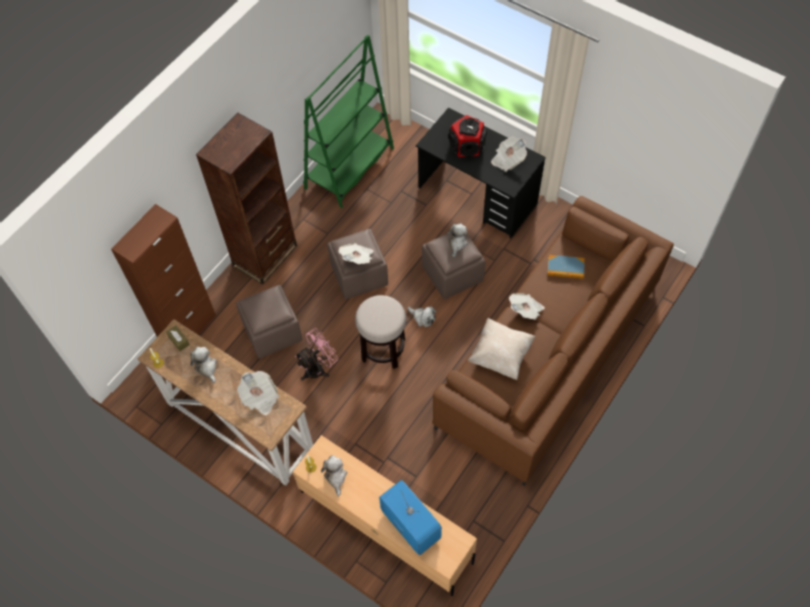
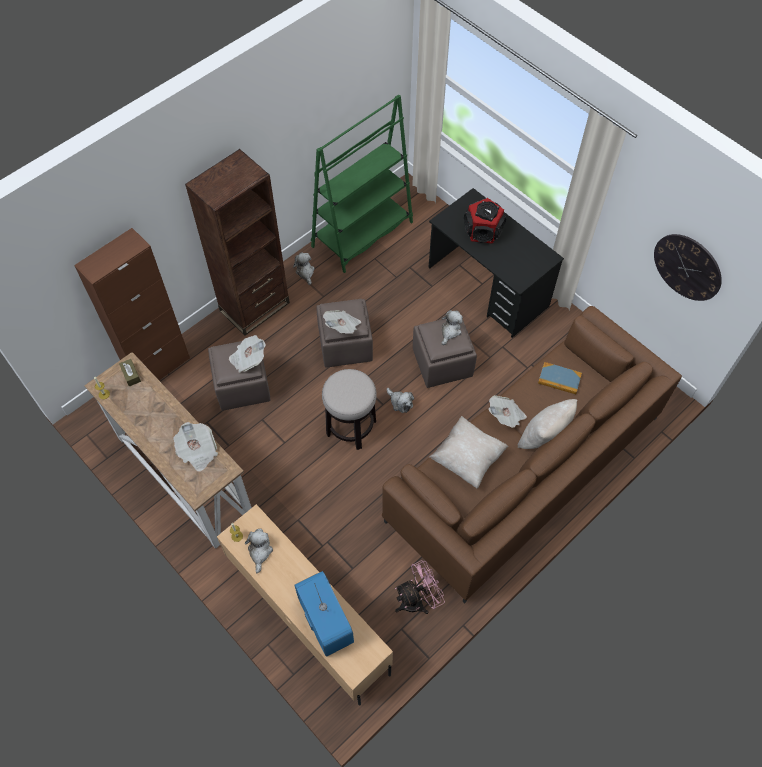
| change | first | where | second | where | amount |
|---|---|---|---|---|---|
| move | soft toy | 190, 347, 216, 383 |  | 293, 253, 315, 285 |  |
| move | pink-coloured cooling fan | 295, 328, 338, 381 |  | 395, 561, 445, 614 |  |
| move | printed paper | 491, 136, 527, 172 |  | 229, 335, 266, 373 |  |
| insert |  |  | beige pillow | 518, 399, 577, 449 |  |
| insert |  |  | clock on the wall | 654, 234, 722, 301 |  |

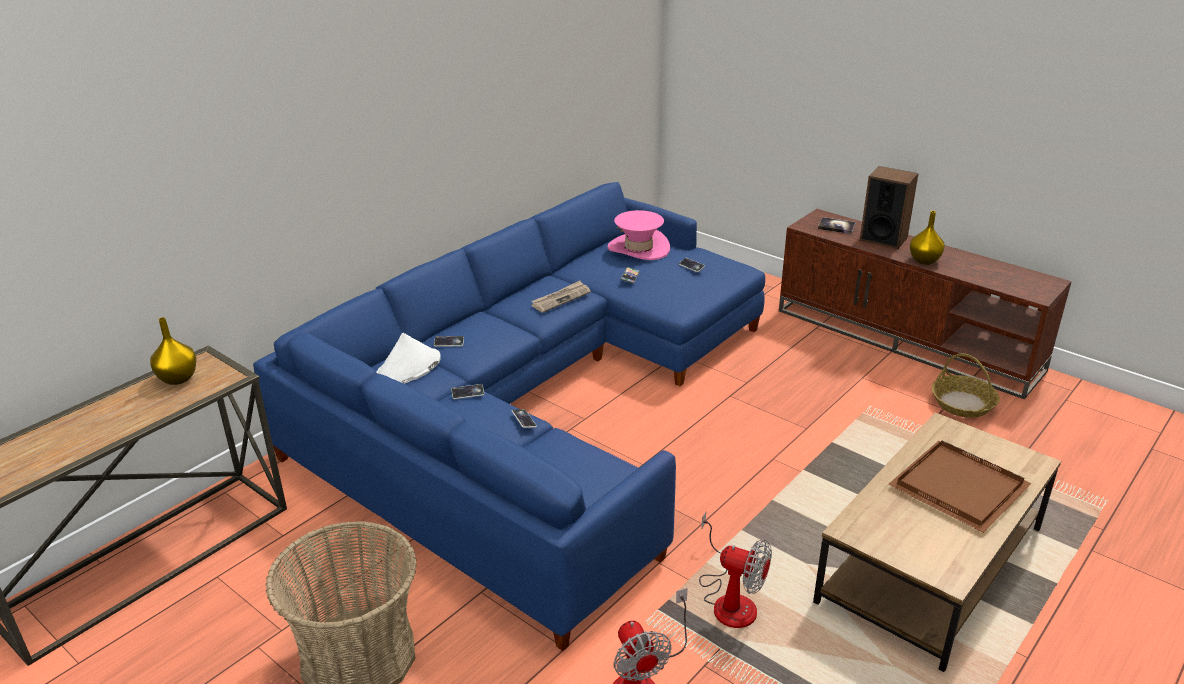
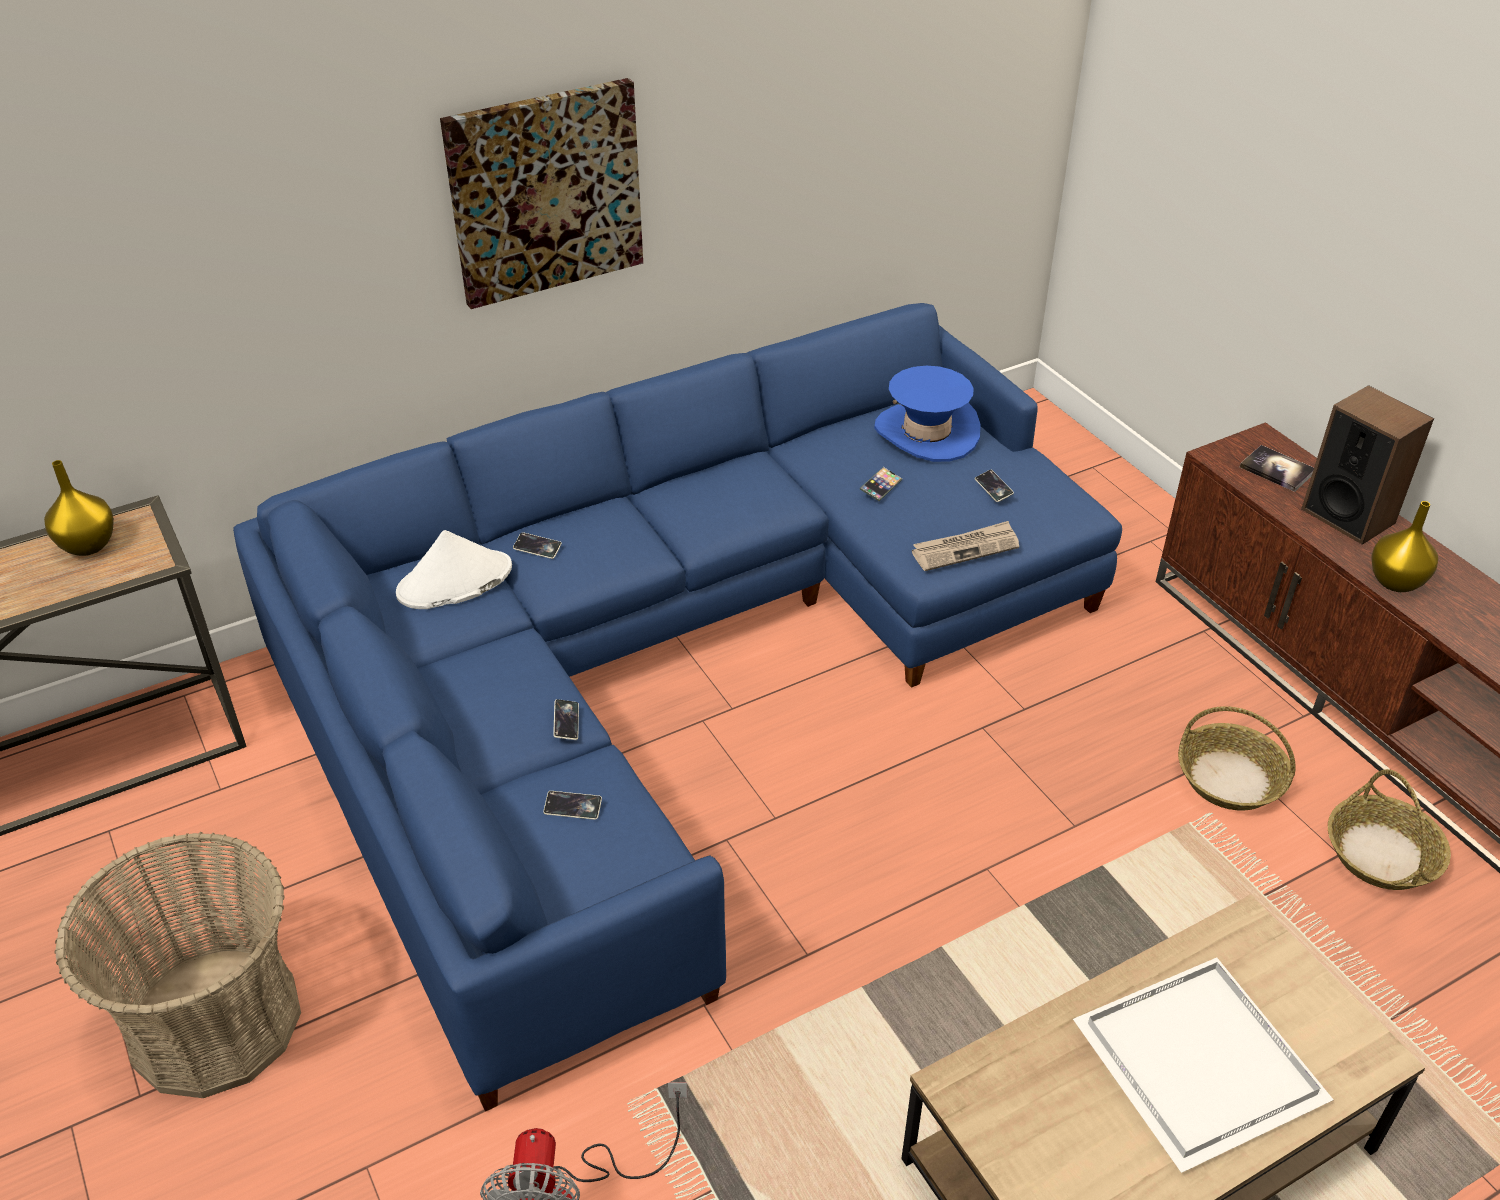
| change | first | where | second | where | amount |
|---|---|---|---|---|---|
| move | telephone | 451, 384, 484, 399 |  | 543, 791, 602, 820 |  |
| move | printed paper | 531, 281, 591, 313 |  | 912, 521, 1019, 571 |  |
| recolor | pink-coloured wearable hat | 607, 210, 670, 260 | blue-coloured wearable hat | 874, 366, 981, 462 |  |
| delete | cooling fan | 699, 512, 772, 628 |  |  |  |
| recolor | brown-coloured carrying tray | 888, 440, 1032, 533 | whitish carrying tray | 1073, 958, 1334, 1173 |  |
| insert |  |  | wall picture | 440, 78, 643, 309 |  |
| insert |  |  | storage basket | 1178, 706, 1296, 811 |  |

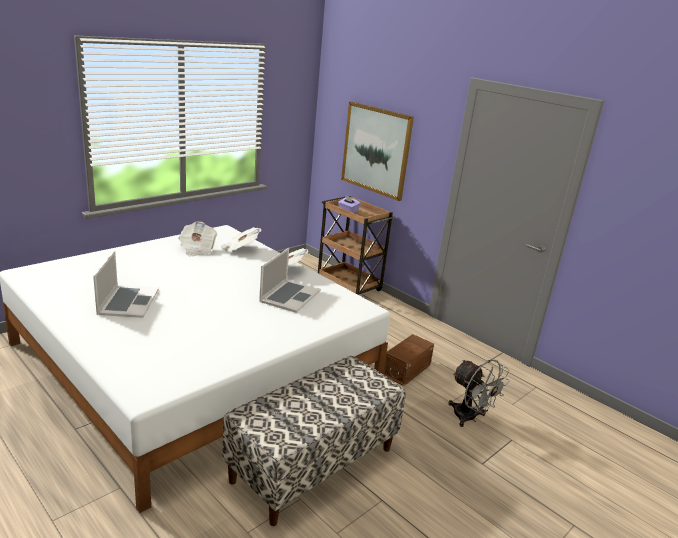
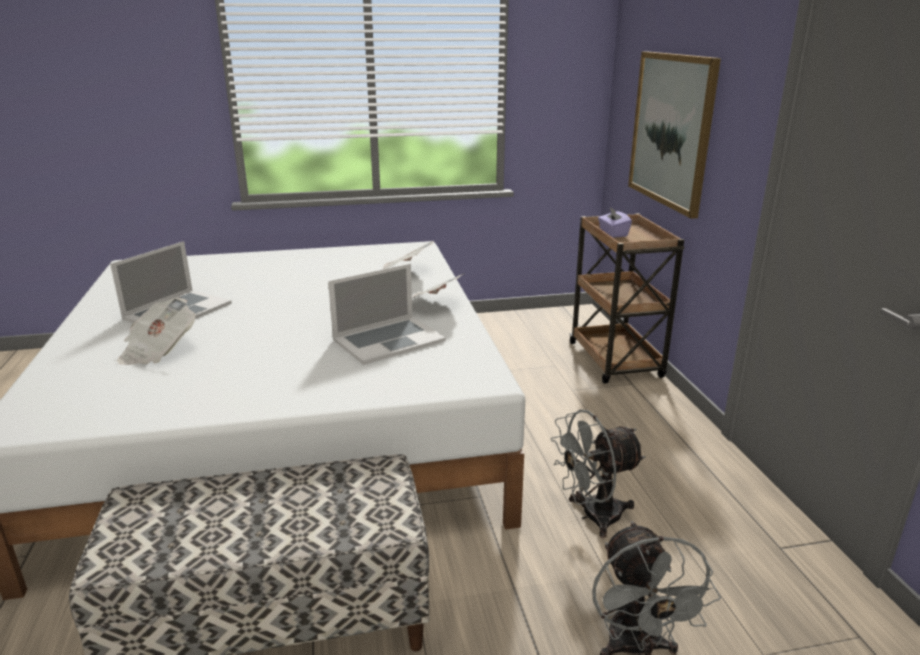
| change | first | where | second | where | amount |
|---|---|---|---|---|---|
| move | printed paper | 179, 222, 217, 257 |  | 117, 298, 195, 365 |  |
| replace | brown-coloured storage box | 383, 334, 434, 386 | grey cooling fan | 550, 410, 645, 538 |  |

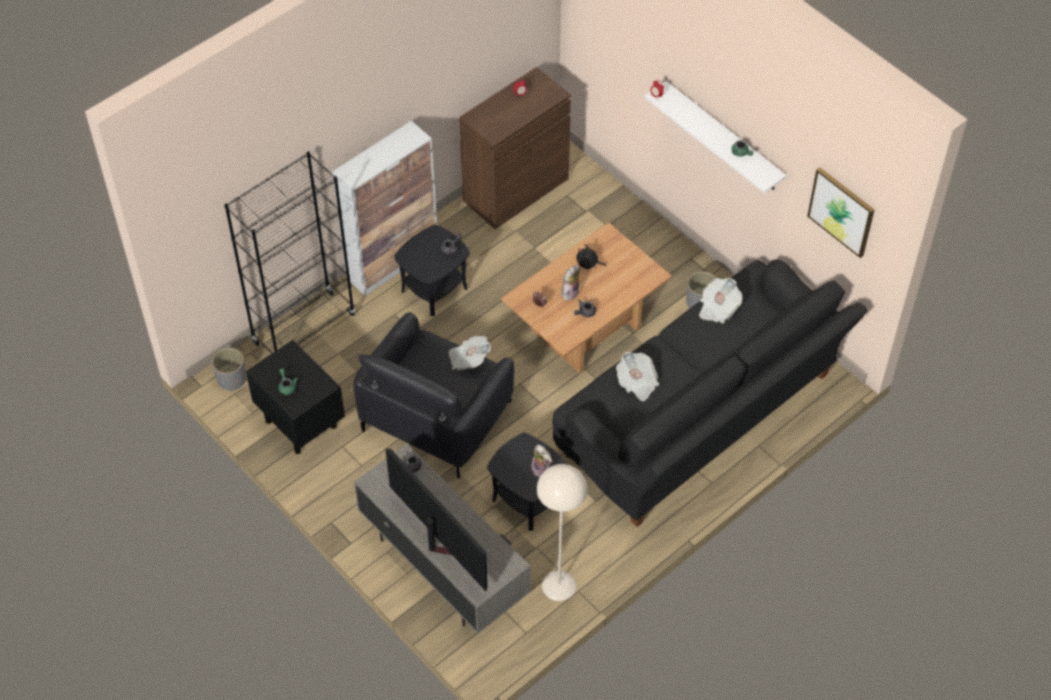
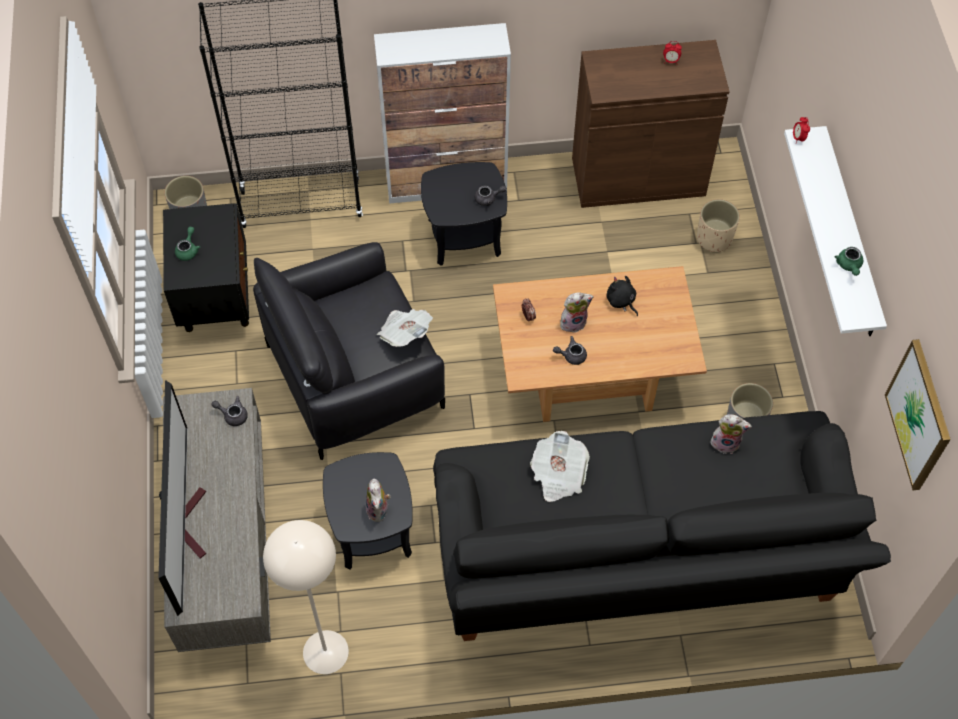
| change | first | where | second | where | amount |
|---|---|---|---|---|---|
| replace | printed paper | 699, 278, 742, 323 | soft toy | 711, 414, 752, 454 |  |
| insert |  |  | beige plant pot | 697, 199, 740, 253 |  |

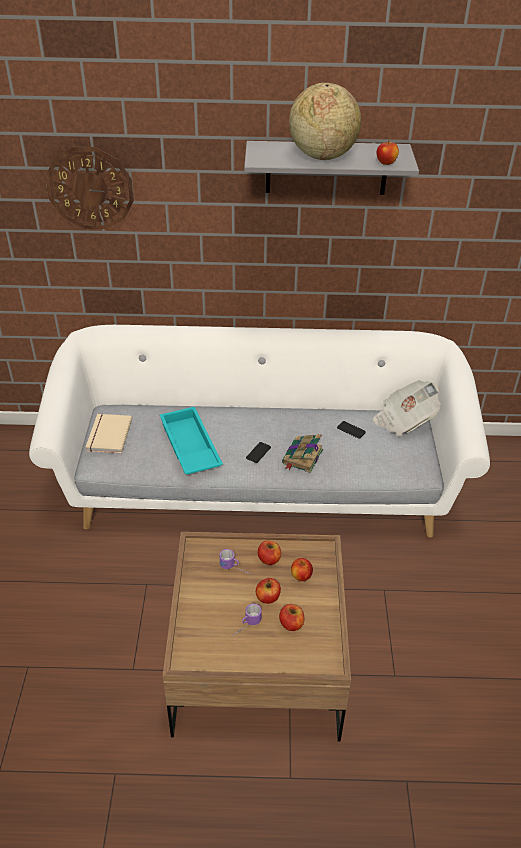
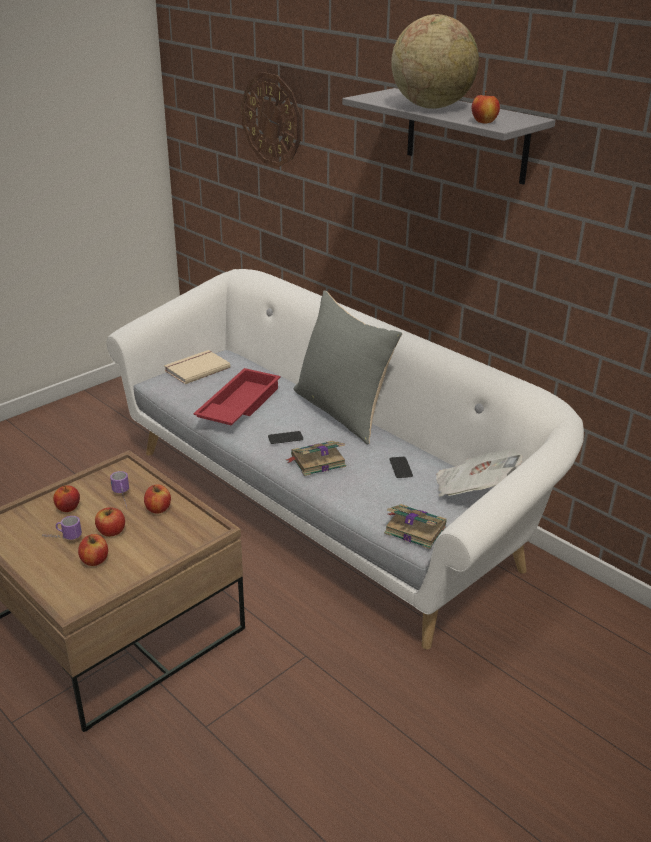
| change | first | where | second | where | amount |
|---|---|---|---|---|---|
| recolor | blue-green carrying tray | 160, 407, 223, 474 | red-coloured carrying tray | 193, 368, 281, 426 |  |
| move | whole apple | 291, 558, 313, 581 |  | 53, 485, 80, 512 |  |
| insert |  |  | grey pillow | 294, 290, 402, 444 |  |
| insert |  |  | book | 384, 504, 446, 549 |  |

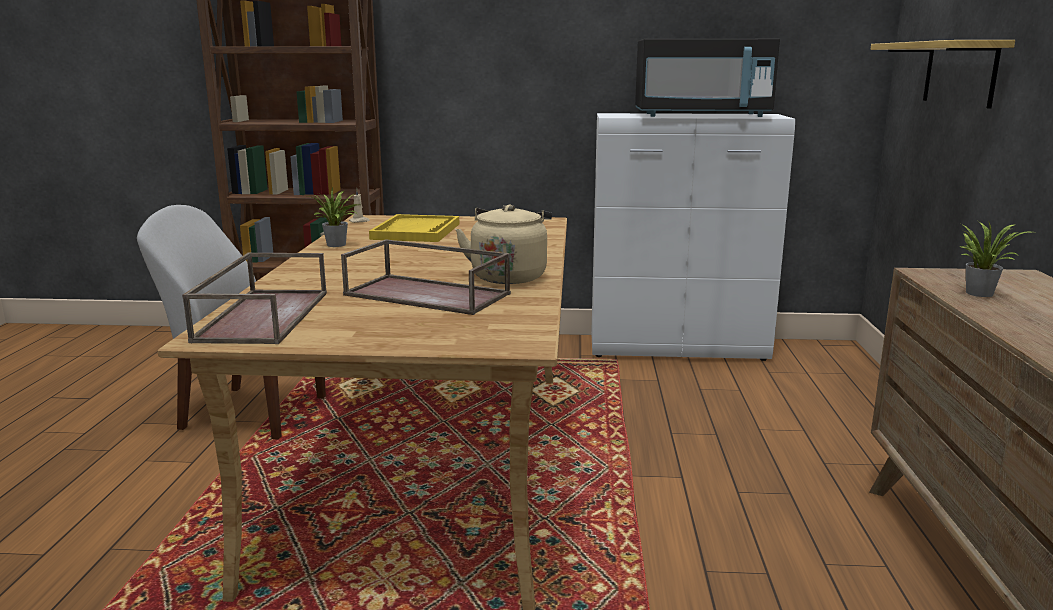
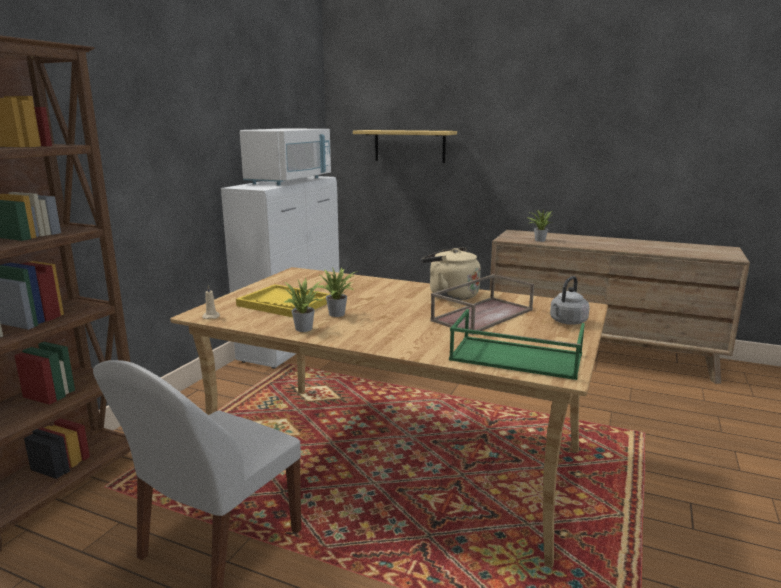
| change | first | where | second | where | amount |
|---|---|---|---|---|---|
| recolor | brown-coloured carrying tray | 182, 252, 327, 344 | greenish carrying tray | 449, 309, 585, 380 |  |
| recolor | blackish microwave oven | 635, 39, 780, 117 | whitish microwave oven | 240, 128, 331, 185 |  |
| insert |  |  | houseplant | 317, 267, 358, 317 |  |
| insert |  |  | grey water kettle | 550, 276, 590, 325 |  |

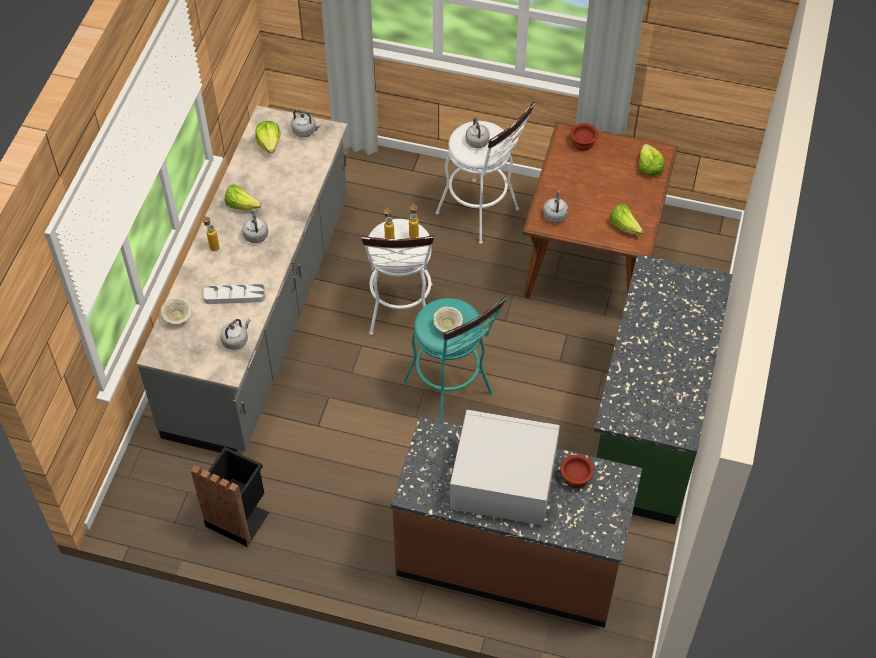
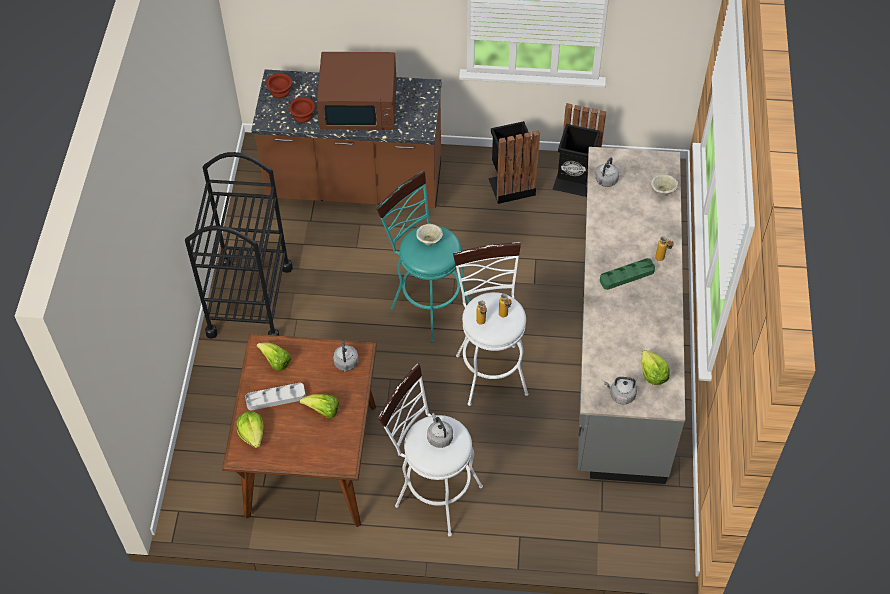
| change | first | where | second | where | amount |
|---|---|---|---|---|---|
| move | grey carrying tray | 203, 284, 265, 304 |  | 245, 383, 306, 411 |  |
| move | lettuce | 225, 184, 262, 211 |  | 300, 394, 339, 418 |  |
| replace | grey water kettle | 242, 209, 268, 243 | greenish carrying tray | 600, 258, 655, 290 |  |
| recolor | whitish microwave oven | 450, 410, 560, 525 | brown-coloured microwave oven | 317, 52, 396, 130 |  |
| move | brown-coloured serving bowl | 570, 123, 598, 151 |  | 266, 73, 292, 98 |  |
| replace | greenish counter | 594, 254, 732, 524 | blackish wheeled cart | 185, 152, 293, 339 |  |
| insert |  |  | blackish trash can | 488, 121, 540, 204 |  |

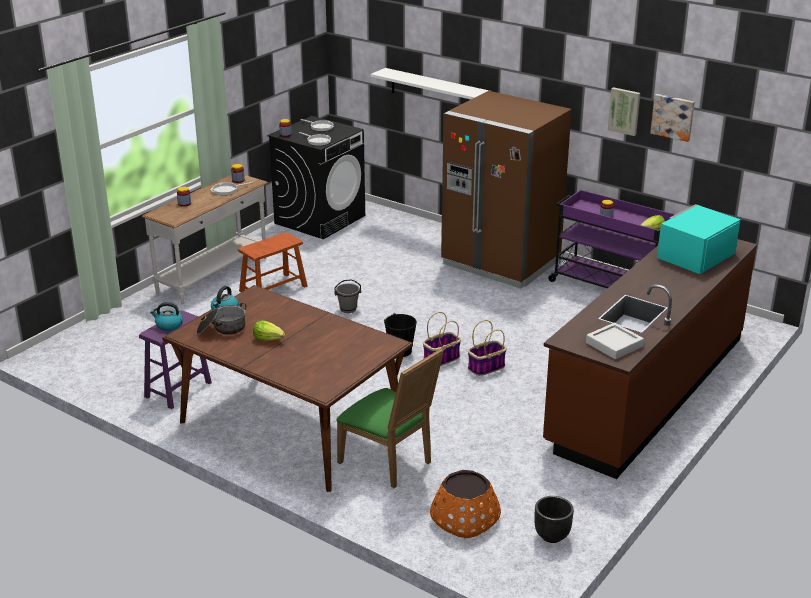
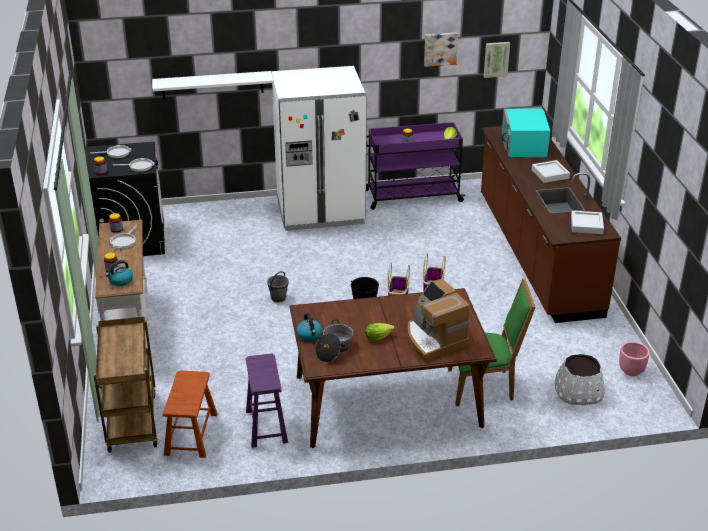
| change | first | where | second | where | amount |
|---|---|---|---|---|---|
| move | water kettle | 150, 302, 183, 331 |  | 105, 260, 133, 286 |  |
| move | brown-coloured stool | 238, 232, 308, 292 |  | 163, 371, 218, 458 |  |
| recolor | orange plant pot | 430, 470, 501, 538 | whitish plant pot | 555, 354, 605, 405 |  |
| recolor | brown-coloured refrigerator | 441, 91, 572, 289 | whitish refrigerator | 271, 66, 367, 231 |  |
| recolor | blackish plant pot | 535, 496, 574, 543 | pink-coloured plant pot | 619, 342, 650, 376 |  |
| move | wall picture | 608, 87, 640, 136 |  | 484, 42, 510, 78 |  |
| insert |  |  | brown-coloured wheeled cart | 94, 317, 158, 453 |  |
| insert |  |  | coffee maker | 408, 279, 470, 361 |  |
| insert |  |  | grey carrying tray | 532, 160, 570, 183 |  |

